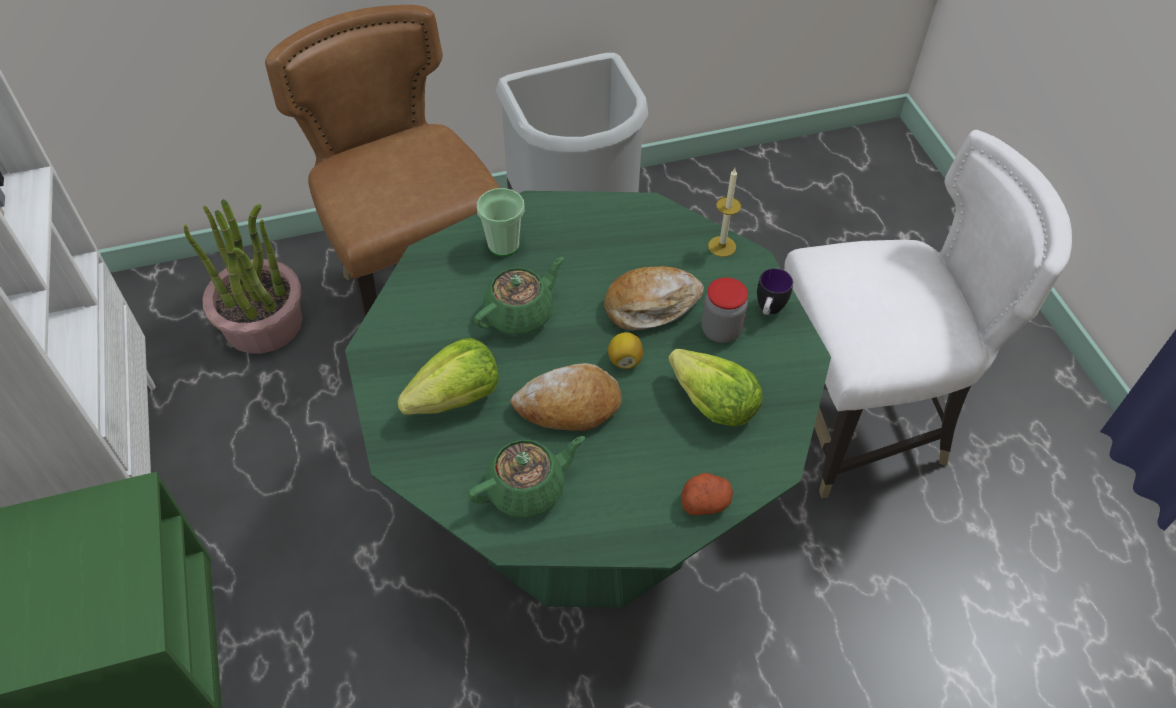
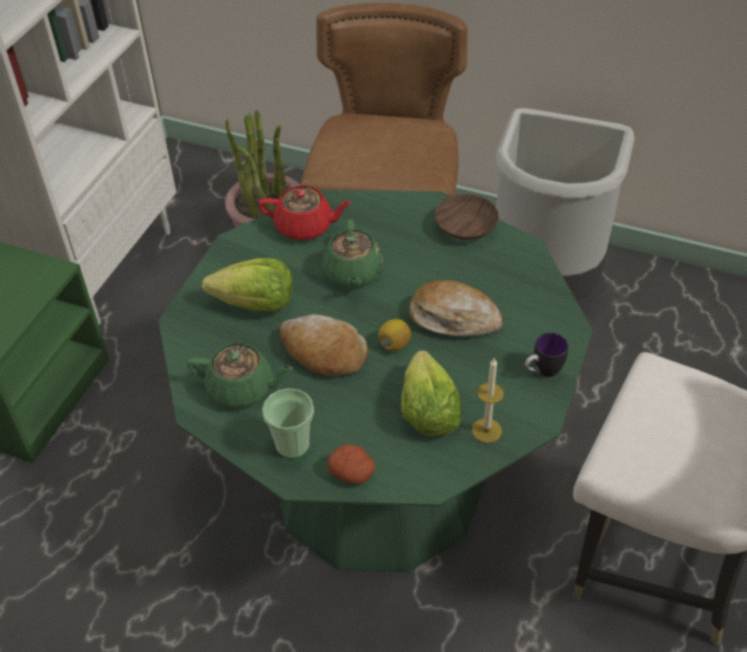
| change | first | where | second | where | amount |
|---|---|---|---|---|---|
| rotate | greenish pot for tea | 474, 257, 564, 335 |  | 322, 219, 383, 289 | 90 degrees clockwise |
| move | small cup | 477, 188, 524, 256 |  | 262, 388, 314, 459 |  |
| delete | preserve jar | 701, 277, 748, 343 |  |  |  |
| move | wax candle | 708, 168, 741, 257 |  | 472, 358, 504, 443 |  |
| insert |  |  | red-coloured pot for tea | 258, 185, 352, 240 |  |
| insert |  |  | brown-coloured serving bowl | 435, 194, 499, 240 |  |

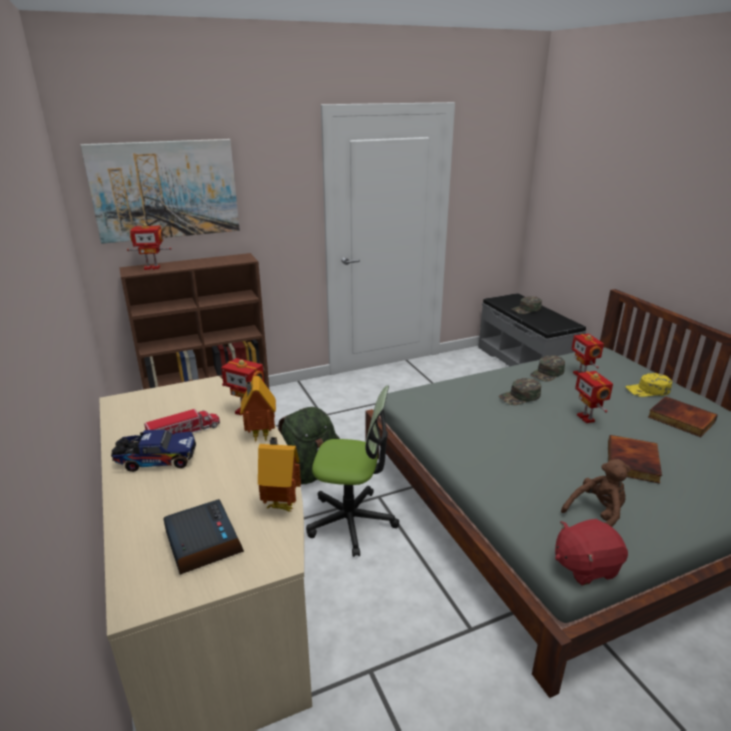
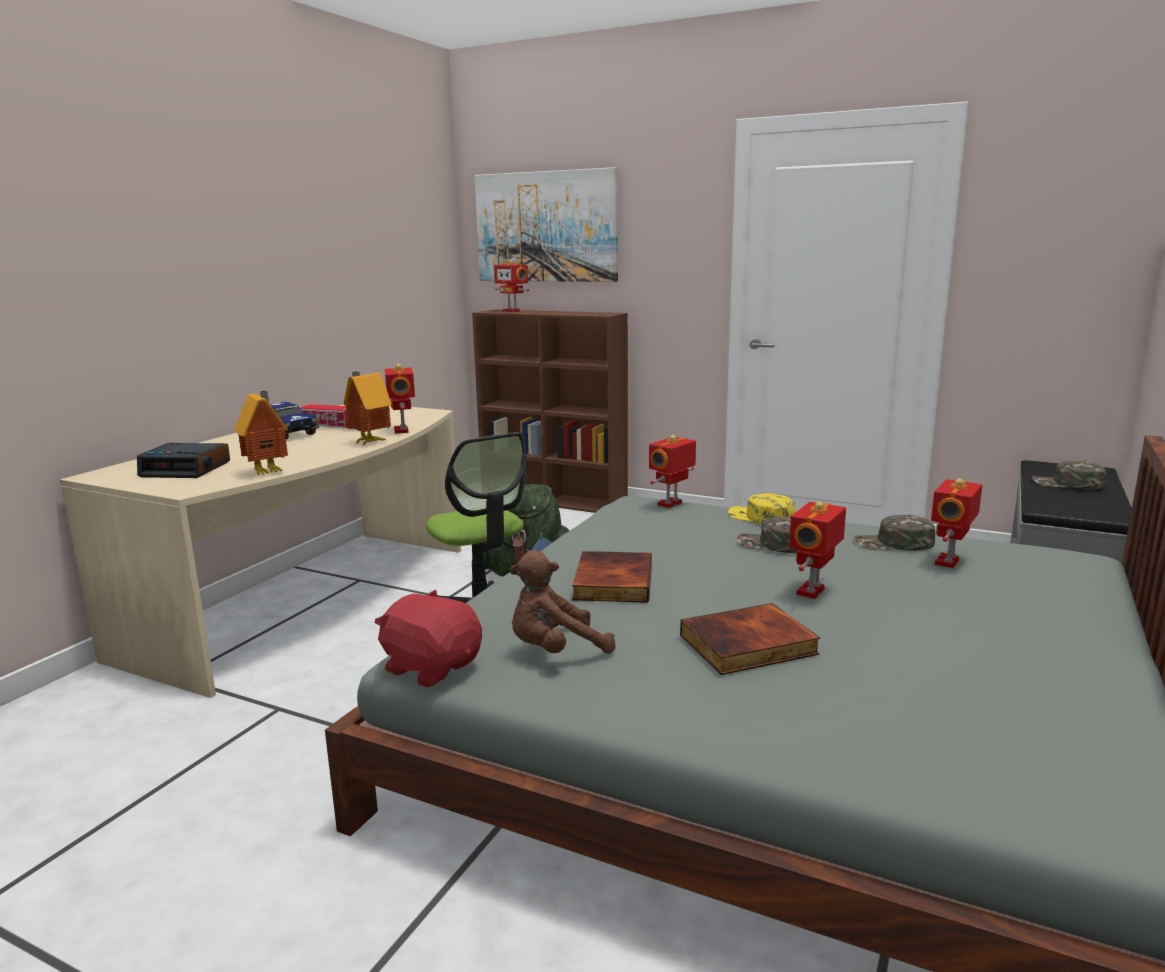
| change | first | where | second | where | amount |
|---|---|---|---|---|---|
| rotate | alarm clock | 163, 499, 244, 575 |  | 137, 443, 230, 478 | 75 degrees clockwise |
| rotate | brown-coloured soft toy | 561, 459, 631, 527 |  | 509, 550, 615, 654 | 135 degrees clockwise |
| move | yellow-coloured baseball cap | 625, 373, 672, 397 |  | 728, 493, 796, 525 |  |
| move | book | 648, 396, 718, 437 |  | 572, 551, 652, 603 |  |
| insert |  |  | robot figure | 649, 435, 696, 508 |  |

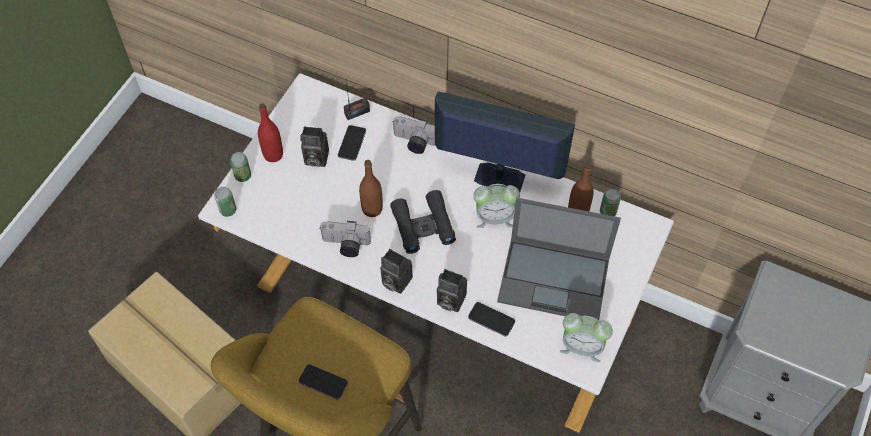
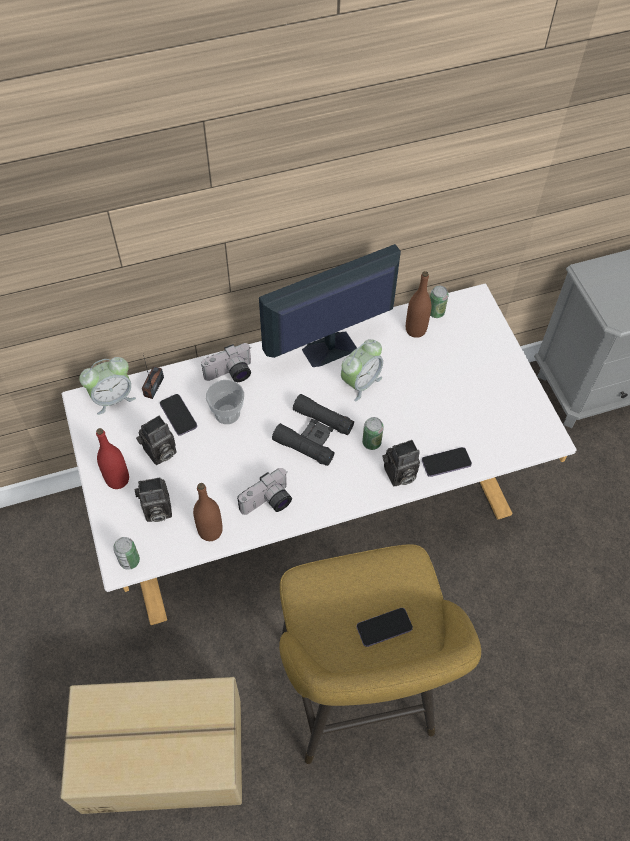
| change | first | where | second | where | amount |
|---|---|---|---|---|---|
| move | metal can | 230, 152, 251, 182 |  | 362, 417, 384, 450 |  |
| move | brown-coloured bottle | 359, 160, 383, 217 |  | 193, 483, 223, 541 |  |
| move | still camera | 380, 249, 413, 294 |  | 135, 477, 172, 522 |  |
| delete | portable computer | 497, 198, 621, 320 |  |  |  |
| move | alarm clock | 560, 313, 613, 362 |  | 79, 357, 136, 415 |  |
| insert |  |  | small cup | 206, 380, 244, 424 |  |

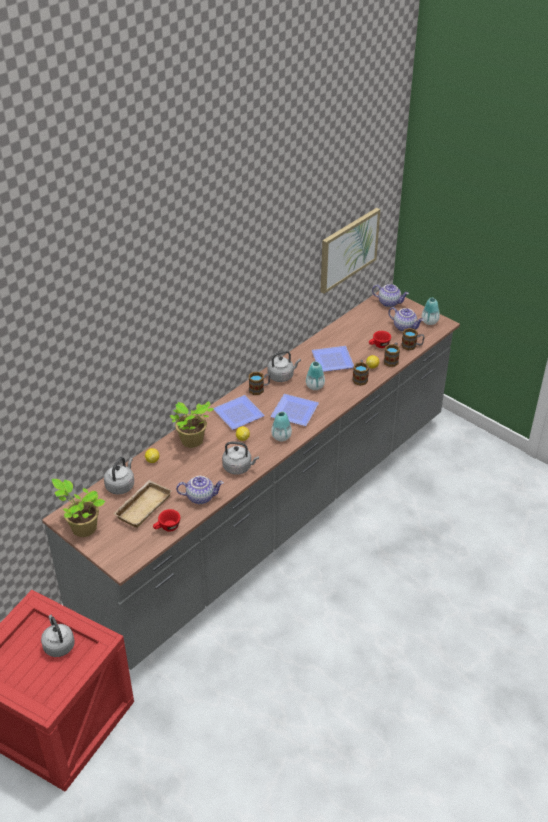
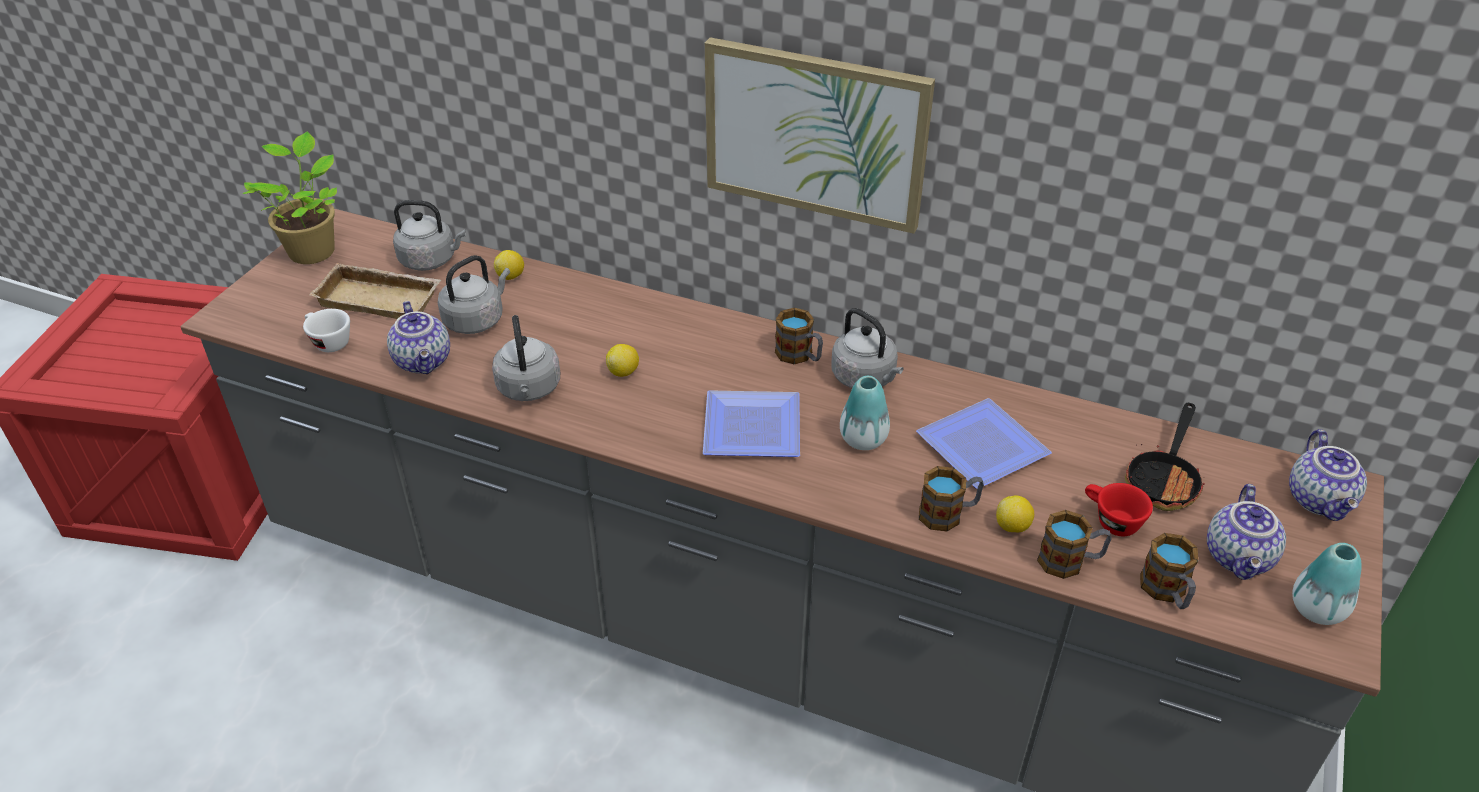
| change | first | where | second | where | amount |
|---|---|---|---|---|---|
| move | grey water kettle | 41, 615, 75, 657 |  | 438, 255, 510, 334 |  |
| recolor | red-coloured small cup | 153, 509, 180, 532 | whitish small cup | 303, 309, 350, 352 |  |
| delete | houseplant | 170, 401, 214, 448 |  |  |  |
| delete | flat dish | 213, 395, 265, 430 |  |  |  |
| delete | vase | 271, 412, 292, 441 |  |  |  |
| move | wall picture | 320, 208, 380, 294 |  | 705, 37, 935, 234 |  |
| insert |  |  | pan | 1125, 403, 1205, 511 |  |

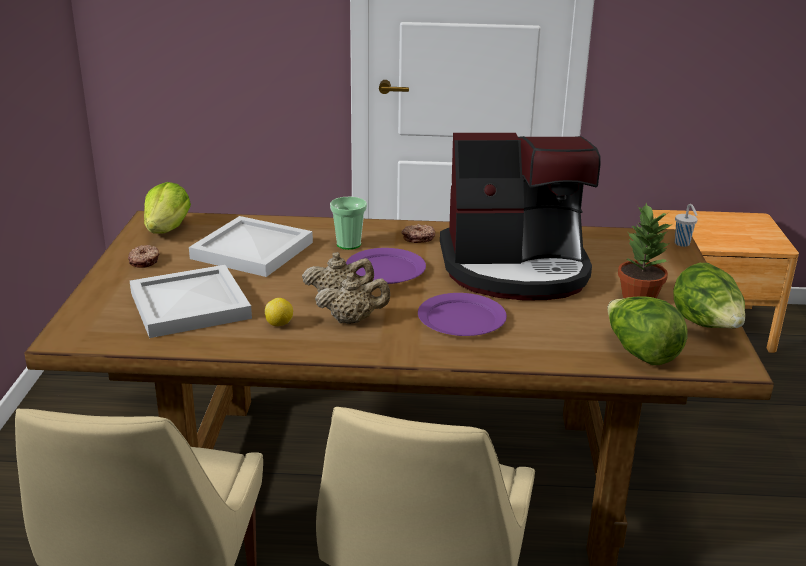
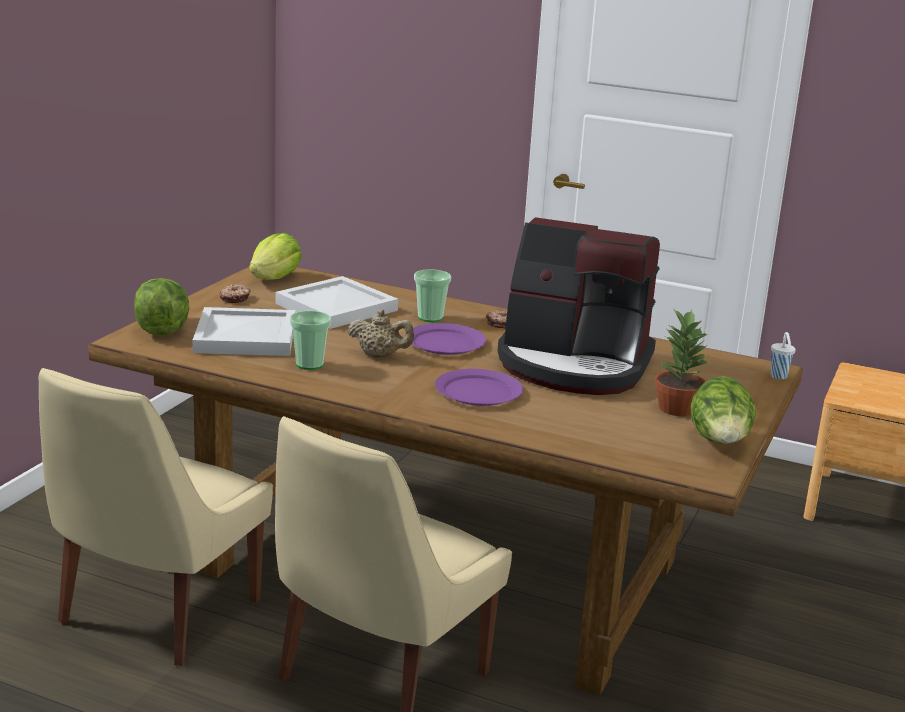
| change | first | where | second | where | amount |
|---|---|---|---|---|---|
| replace | lemon | 265, 298, 293, 326 | small cup | 290, 311, 331, 370 |  |
| delete | beige pot for tea | 315, 273, 390, 324 |  |  |  |
| move | lettuce | 607, 296, 688, 365 |  | 134, 278, 189, 336 |  |

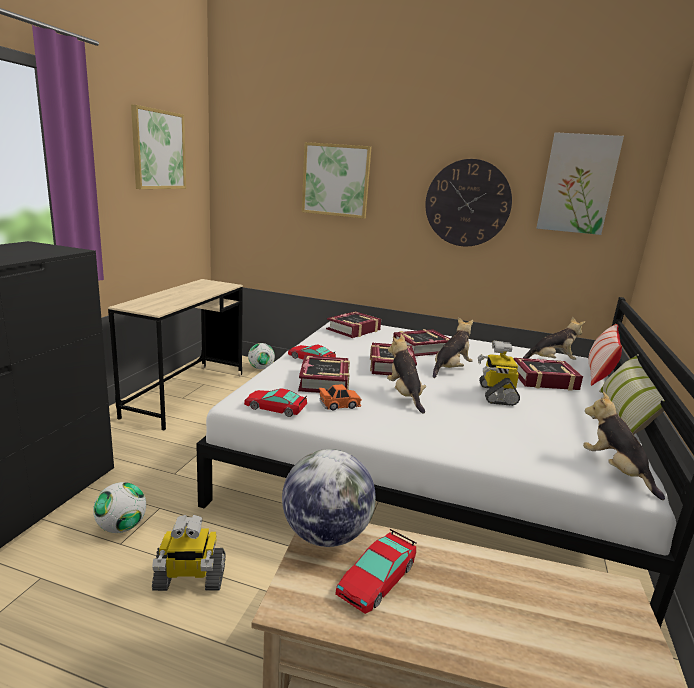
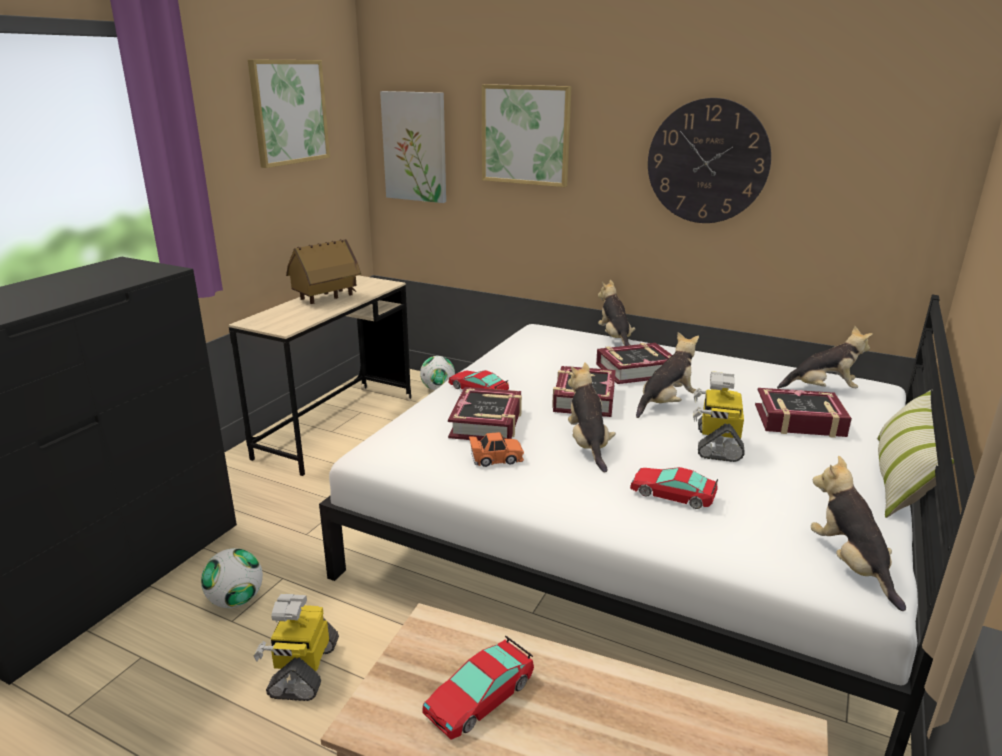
| change | first | where | second | where | amount |
|---|---|---|---|---|---|
| rotate | robot figure | 152, 515, 226, 591 |  | 254, 594, 339, 701 | 90 degrees clockwise |
| move | model car | 244, 388, 307, 417 |  | 630, 467, 718, 509 |  |
| delete | globe | 282, 449, 376, 547 |  |  |  |
| delete | book | 326, 311, 381, 338 |  |  |  |
| move | wall picture | 537, 132, 624, 235 |  | 380, 91, 446, 203 |  |
| delete | pillow | 588, 324, 622, 386 |  |  |  |
| insert |  |  | miniature house | 286, 239, 361, 304 |  |
| insert |  |  | soft toy | 598, 280, 635, 346 |  |

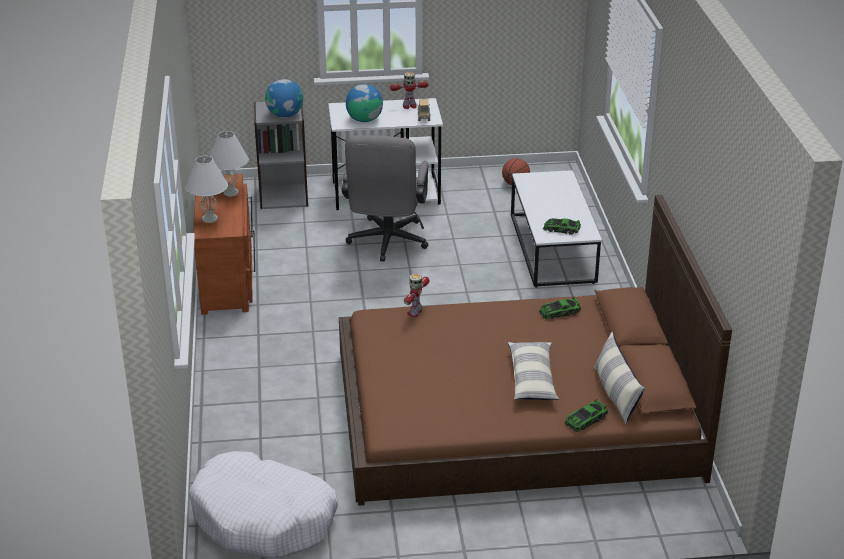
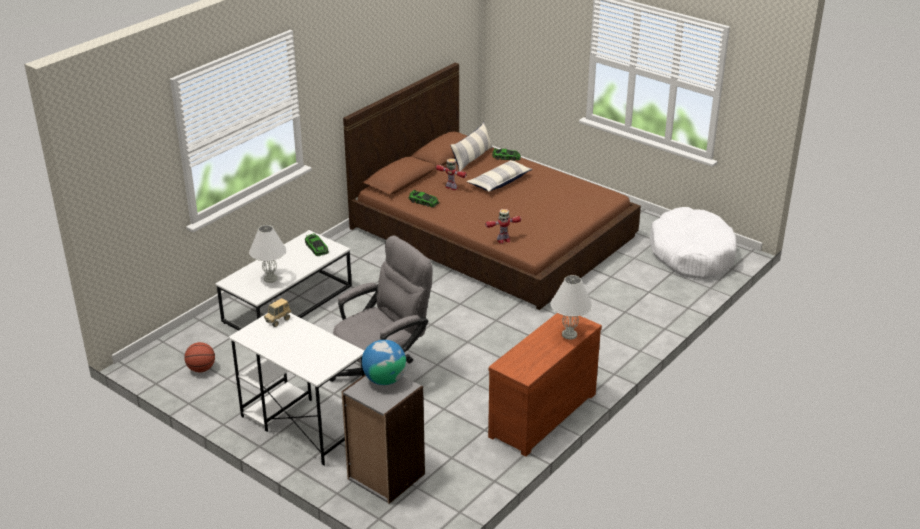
| change | first | where | second | where | amount |
|---|---|---|---|---|---|
| move | whitish table lamp | 210, 131, 249, 197 |  | 249, 225, 286, 283 |  |
| delete | globe | 346, 84, 383, 122 |  |  |  |
| move | robot figure | 390, 72, 428, 109 |  | 436, 158, 467, 190 |  |

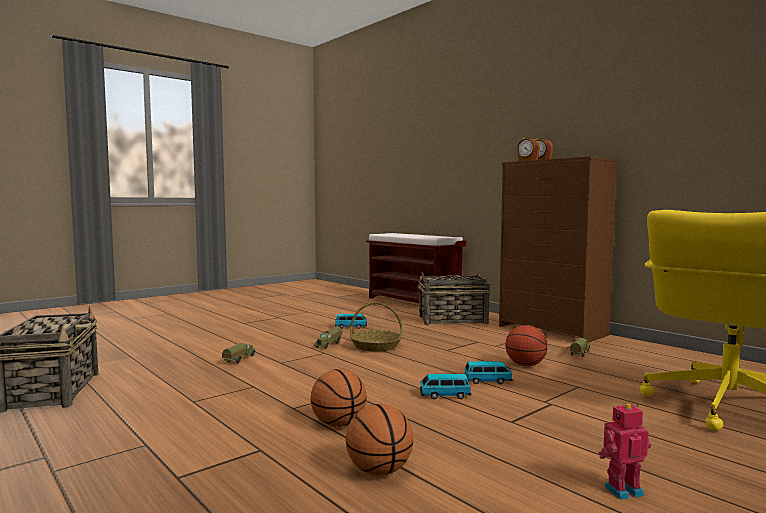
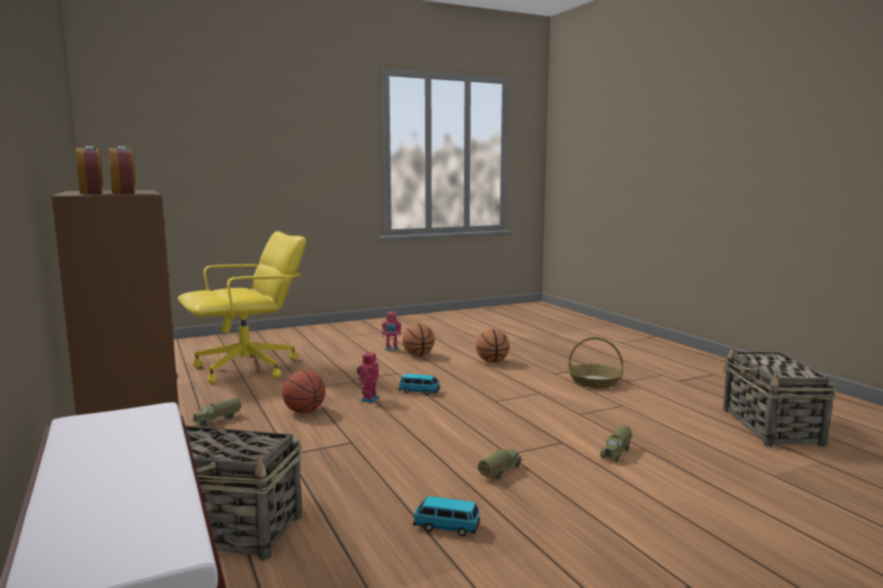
| change | first | where | second | where | amount |
|---|---|---|---|---|---|
| move | basketball | 311, 369, 367, 427 |  | 402, 324, 435, 356 |  |
| move | storage basket | 350, 302, 402, 352 |  | 568, 337, 623, 388 |  |
| replace | model car | 464, 361, 513, 384 | robot figure | 357, 350, 379, 403 |  |

